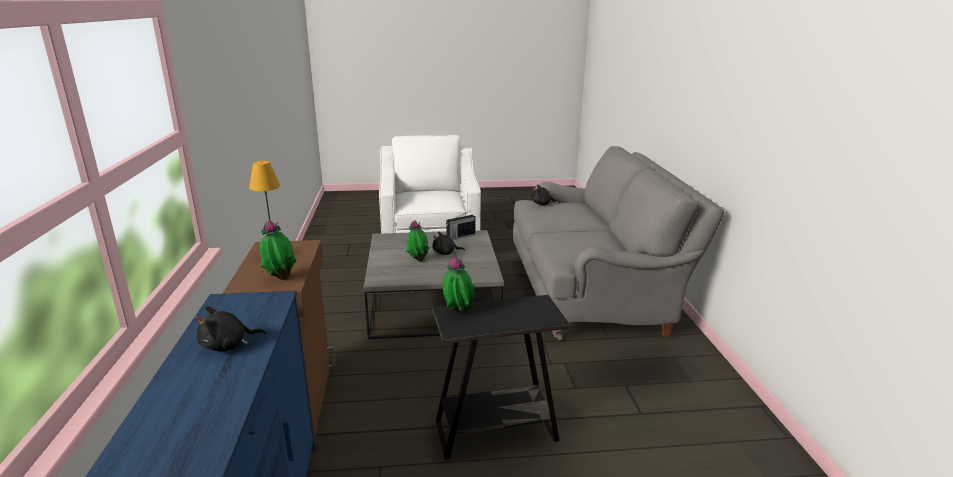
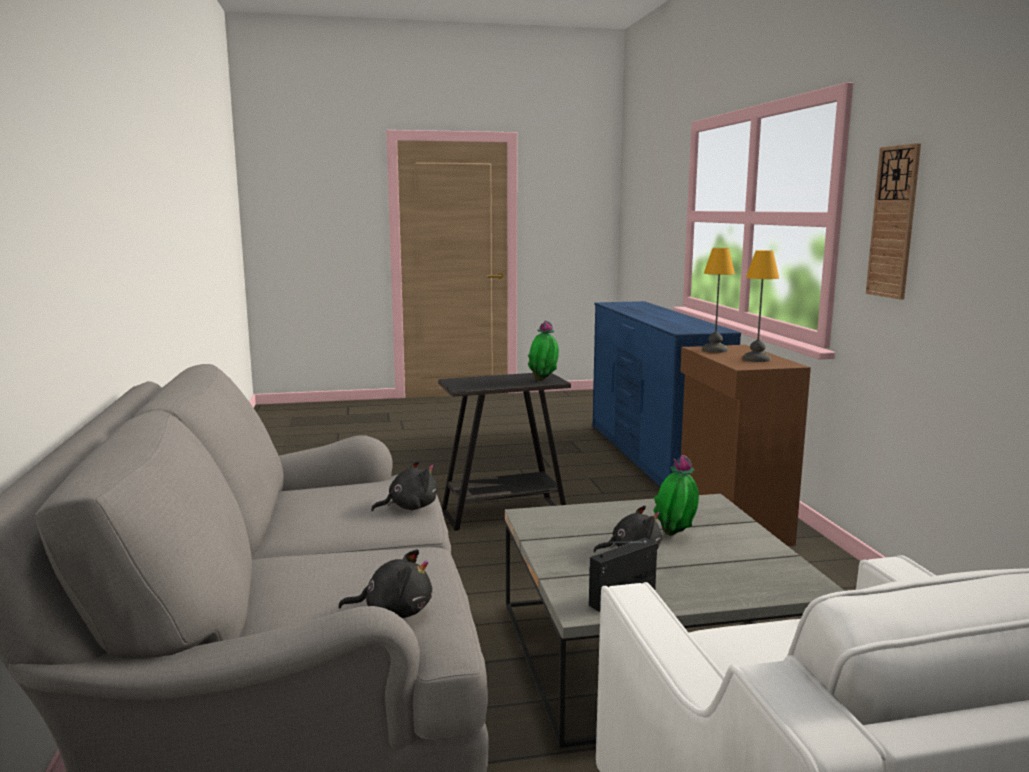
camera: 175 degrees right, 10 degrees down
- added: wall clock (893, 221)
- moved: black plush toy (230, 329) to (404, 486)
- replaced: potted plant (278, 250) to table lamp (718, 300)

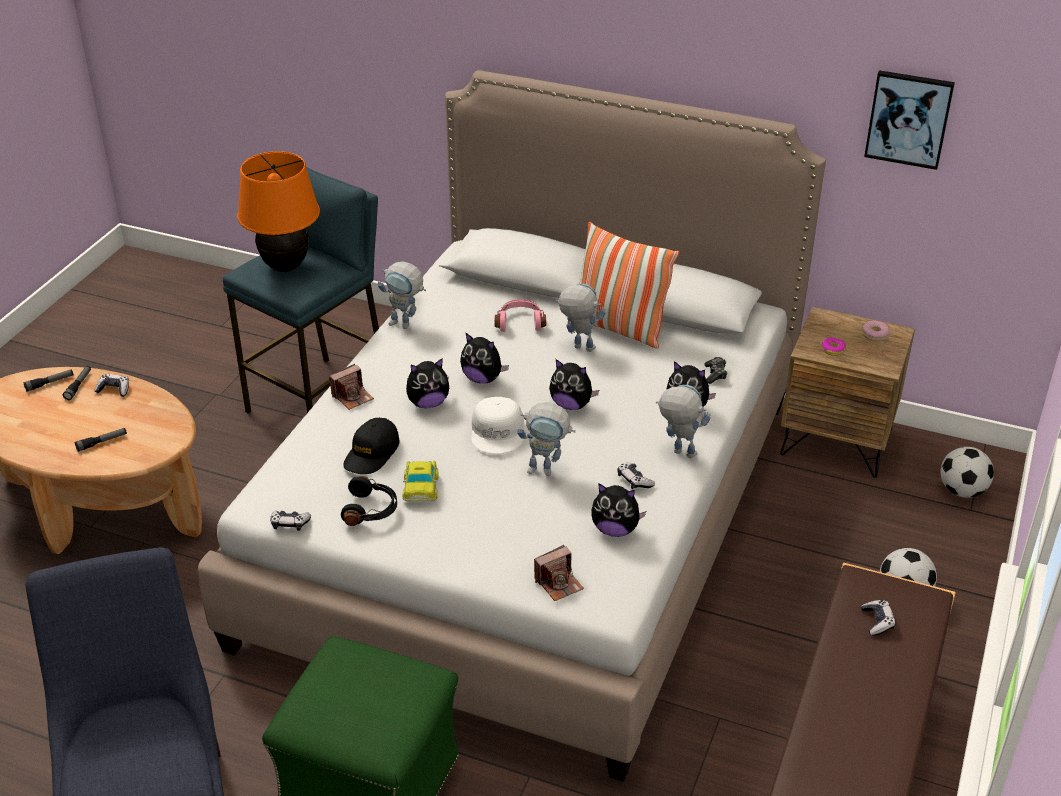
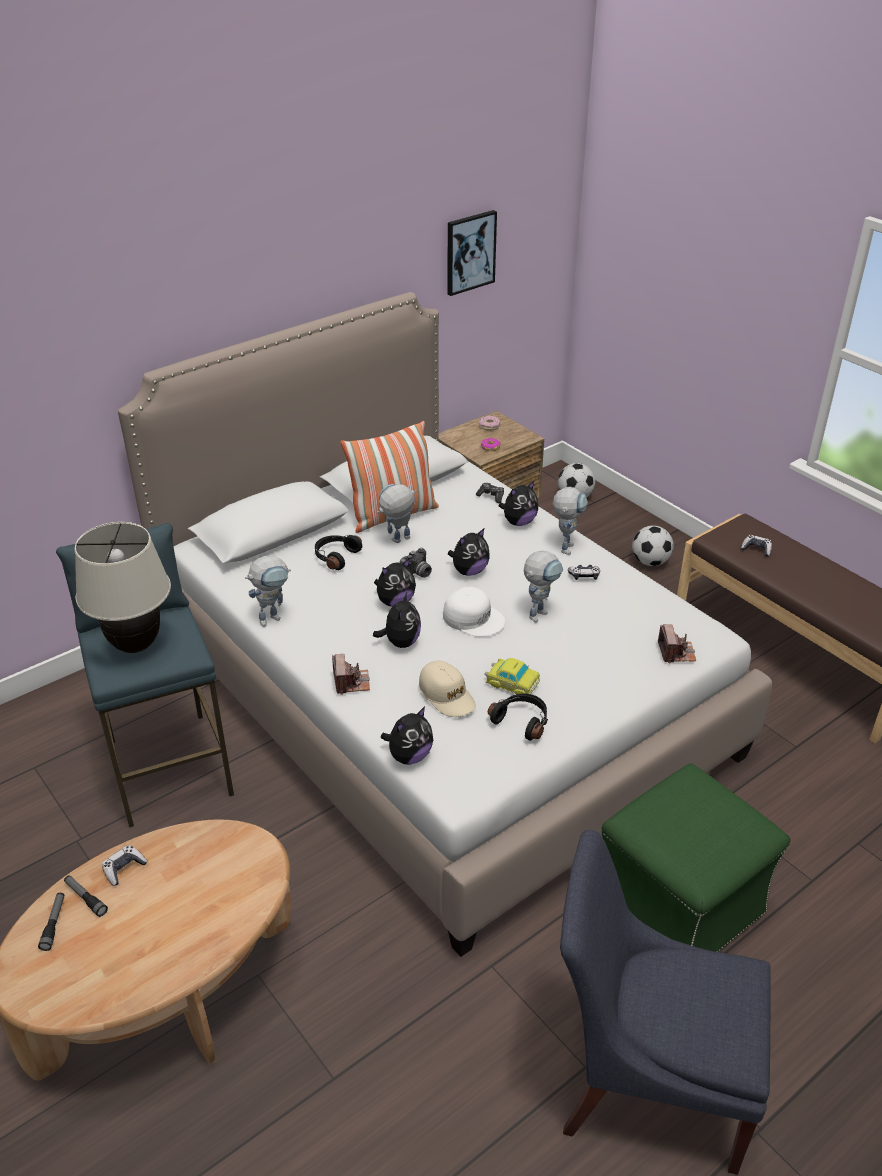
camera: 60 degrees left, 0 degrees up
- removed: flashlight (101, 440)
- removed: game controller (290, 521)
- added: photo camera (415, 563)
- moved: plush toy (618, 510) to (407, 736)
- recoloured: orange table lamp (278, 211) to beige table lamp (122, 587)
- recoloured: black cap (371, 446) to beige cap (447, 689)
- recoloured: pink headphones (520, 315) to black headphones (338, 552)
- turned: toy robot (683, 421) = (570, 521) 135 degrees clockwise

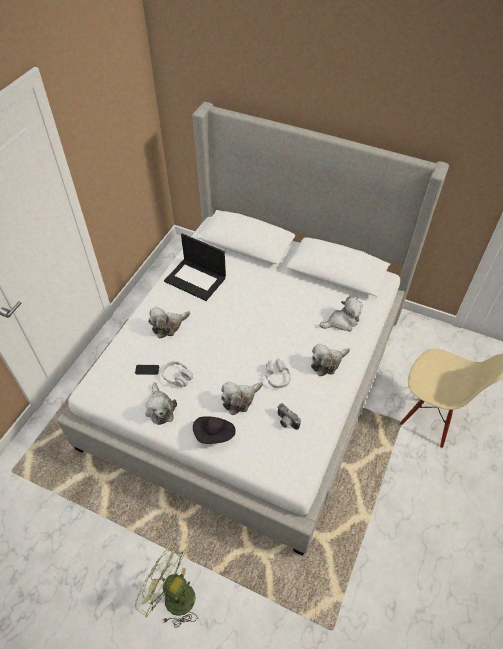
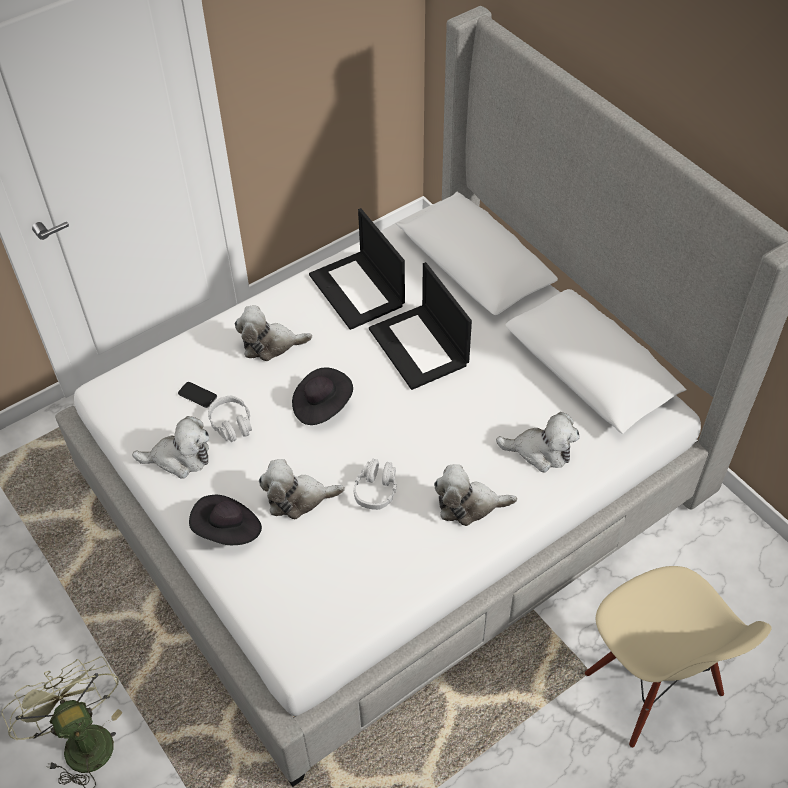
camera: 30 degrees right, 0 degrees up
- removed: photo camera (289, 416)
- added: black hat (322, 396)
- added: laptop (420, 326)
- turned: plush toy (161, 403) = (170, 447) 105 degrees counterclockwise

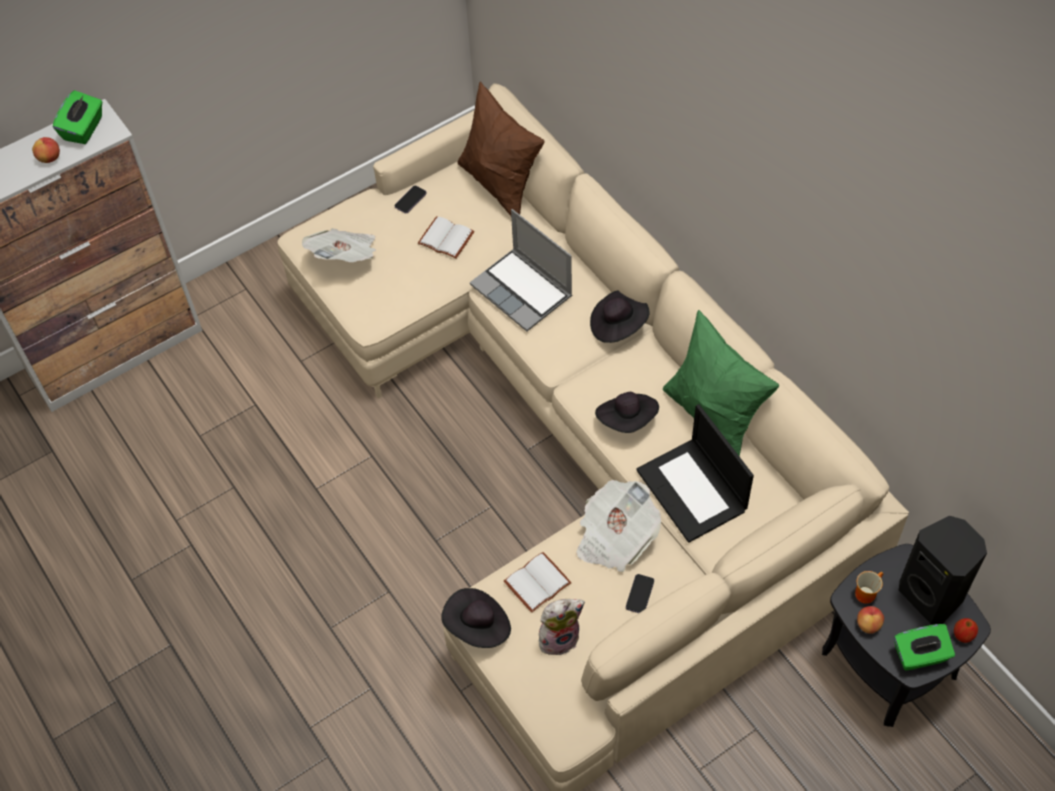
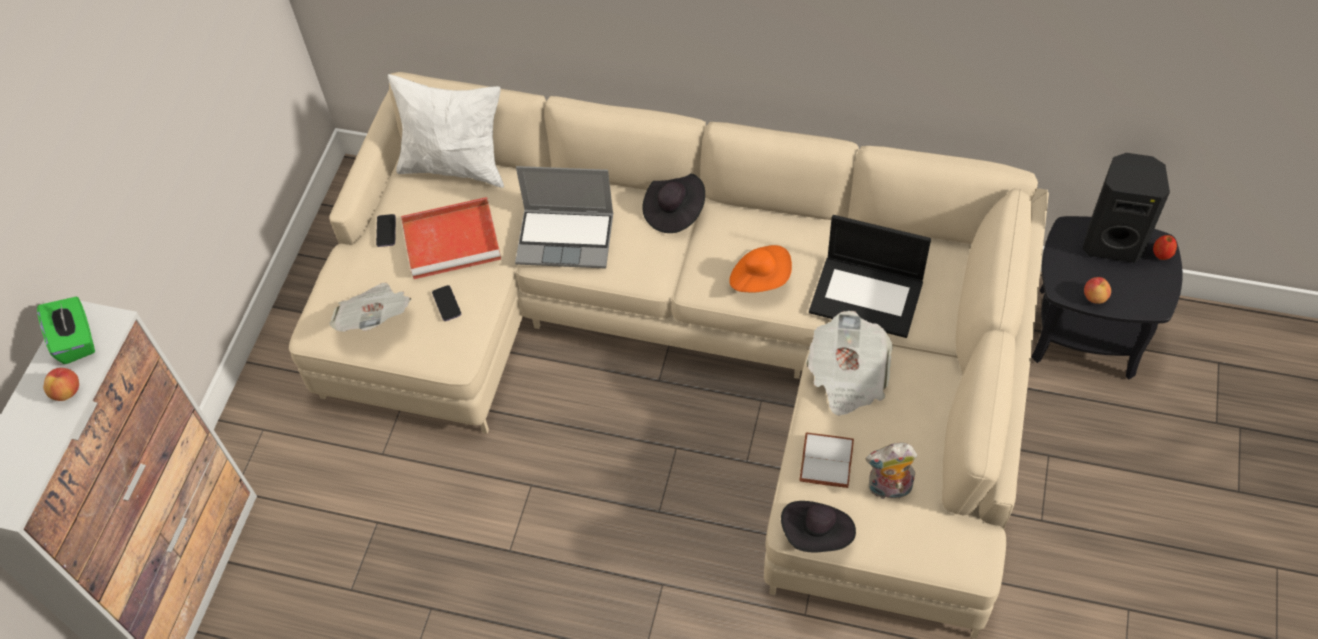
camera: 40 degrees left, 0 degrees up
- removed: green pillow (721, 383)
- removed: mug (869, 587)
- removed: green tissue box (924, 647)
- moved: phone (640, 593) to (446, 303)
- replaced: white book (446, 237) to red tray (451, 238)
- recoloured: brown pillow (500, 149) to white pillow (446, 131)
- recoloured: black hat (627, 412) to orange hat (760, 269)
- turned: plush toy (562, 627) = (891, 472) 120 degrees counterclockwise

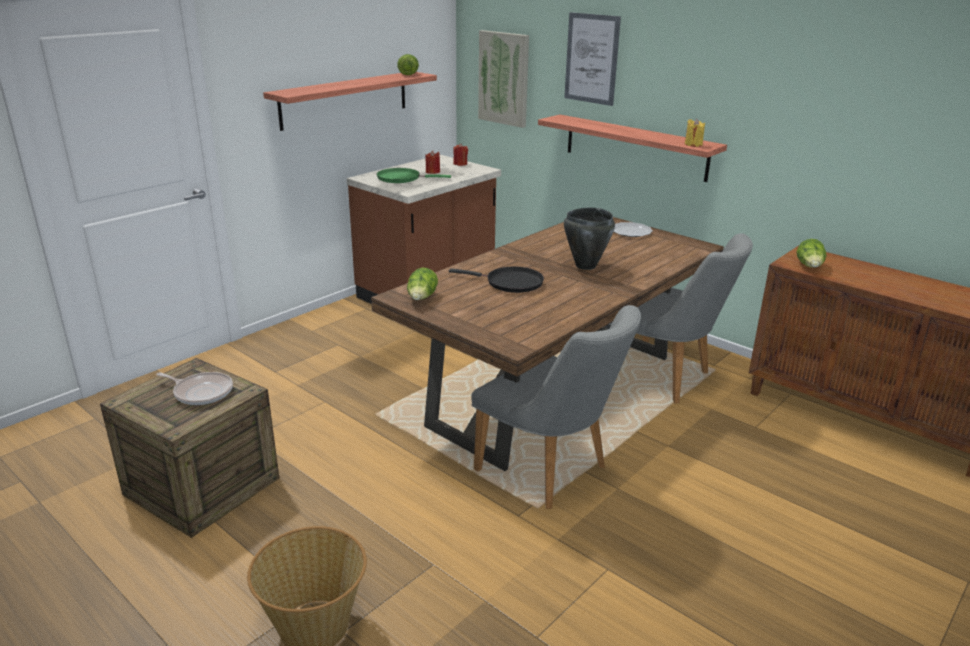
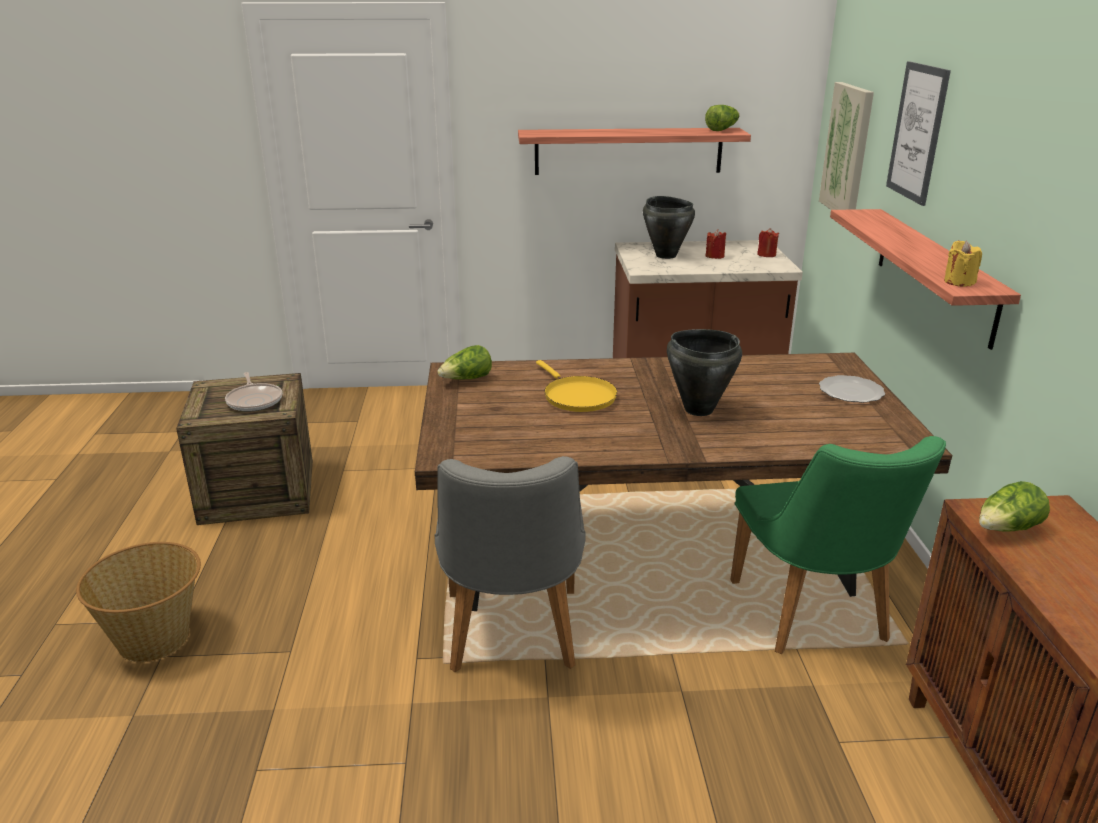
camera: 45 degrees right, 0 degrees up
- replaced: green frying pan (414, 175) to black cooking pot (669, 227)
- recoloured: black frying pan (496, 280) to yellow frying pan (577, 386)
- recoloured: grey chair (681, 318) to green chair (838, 545)

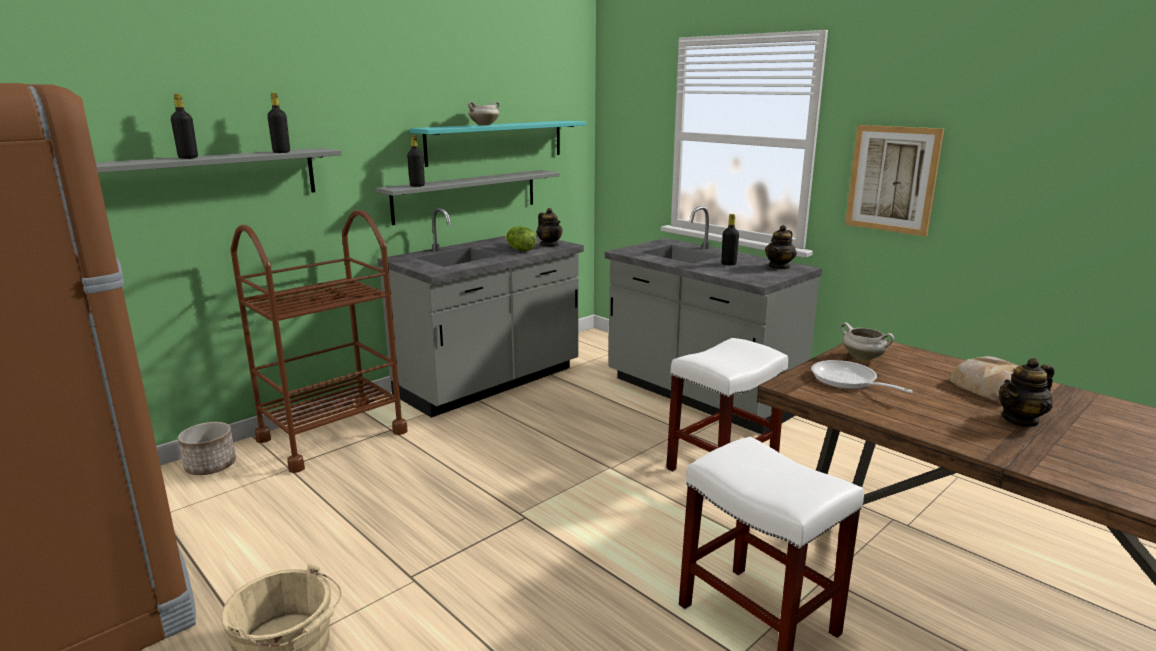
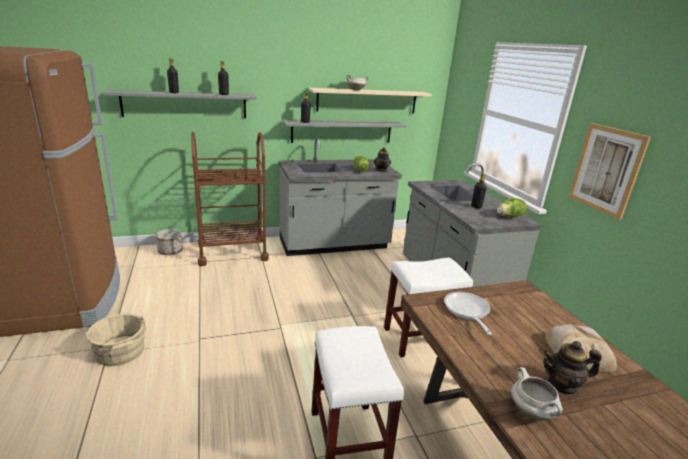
camera: 25 degrees right, 5 degrees up
- moved: white cooking pot (867, 342) to (537, 393)
- replaced: teapot (781, 247) to lettuce (512, 208)
- recoloured: turquoise shelf (498, 144) to beige shelf (370, 101)

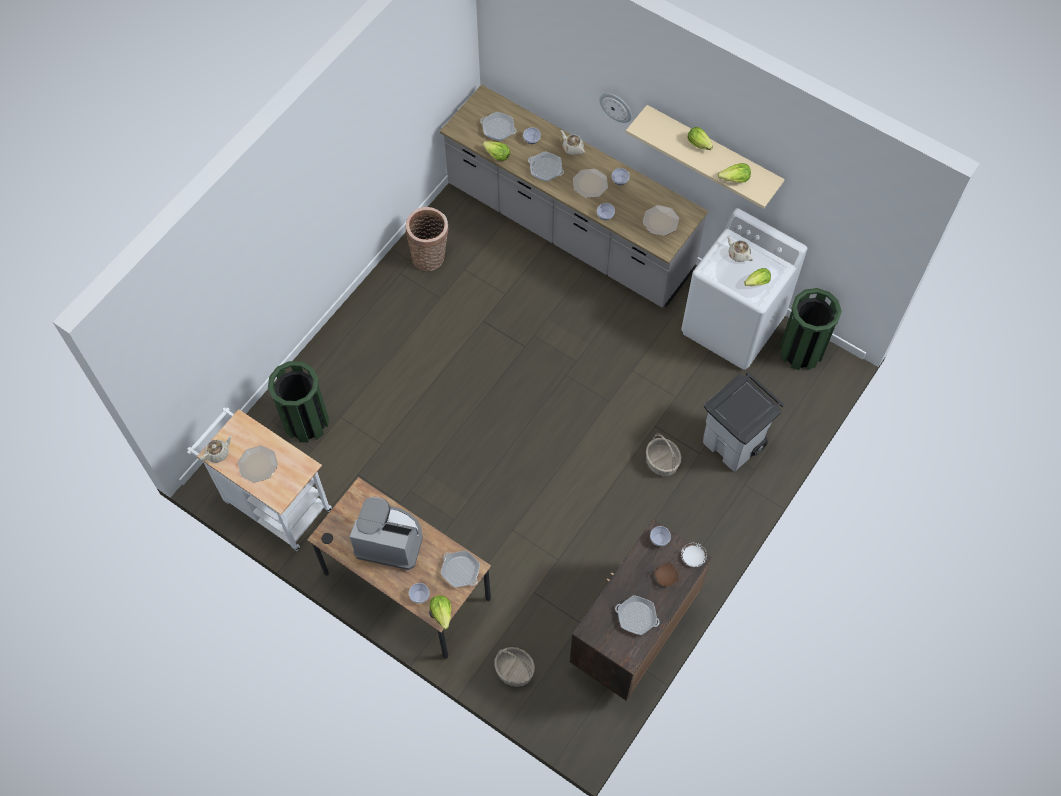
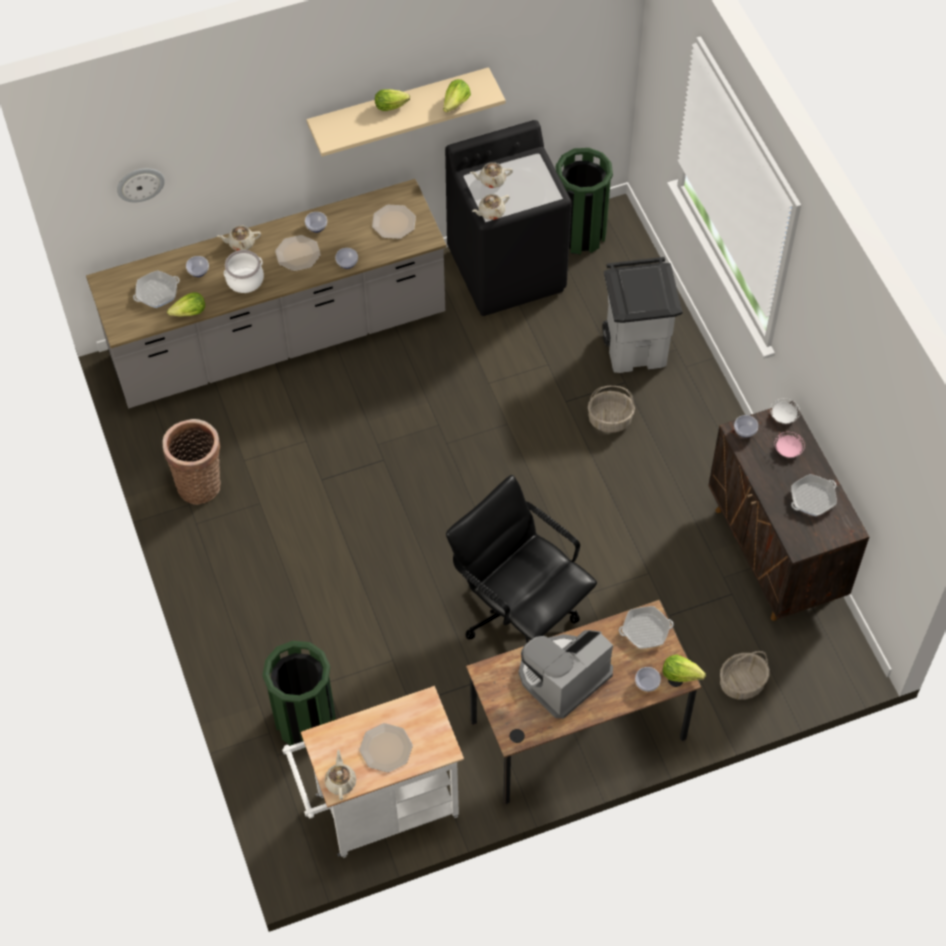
camera: 55 degrees left, 5 degrees down
- removed: lettuce (757, 277)
- added: black office chair (521, 559)
- added: beige teapot (490, 207)
- moved: wall clock (615, 108) to (141, 185)
- replaced: frying pan (546, 166) to cooking pot (244, 271)
- recoloured: brown plate (667, 574) to pink plate (789, 445)
- recoloured: white washing machine (744, 289) to black washing machine (508, 218)

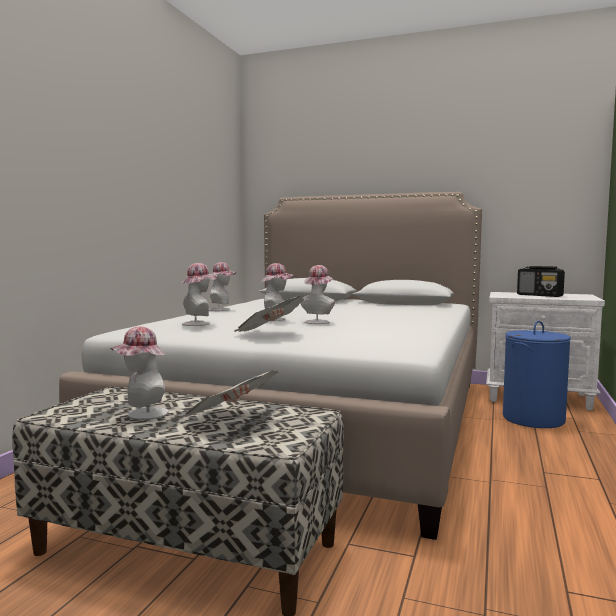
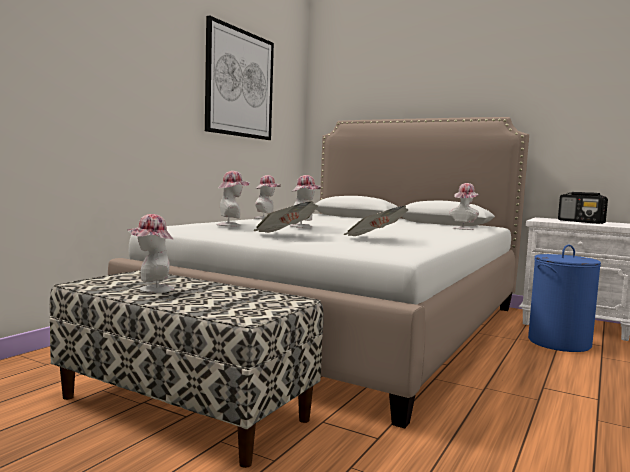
camera: 10 degrees right, 0 degrees up
- added: picture (239, 78)
- moved: newspaper (230, 393) to (376, 220)
- moved: hat (317, 294) to (464, 206)

